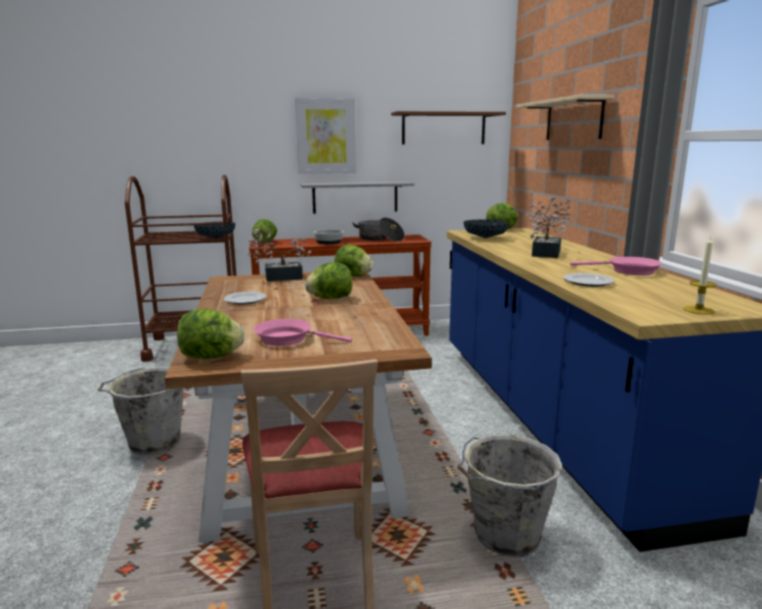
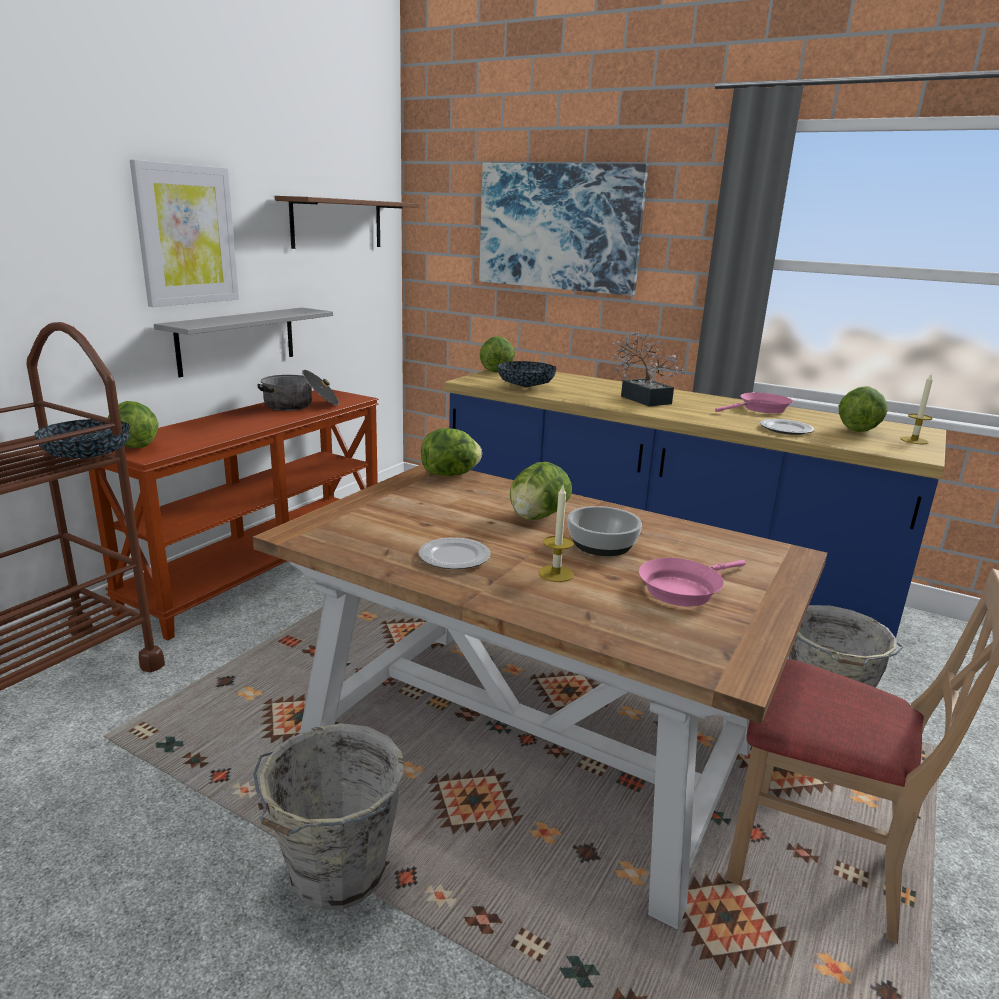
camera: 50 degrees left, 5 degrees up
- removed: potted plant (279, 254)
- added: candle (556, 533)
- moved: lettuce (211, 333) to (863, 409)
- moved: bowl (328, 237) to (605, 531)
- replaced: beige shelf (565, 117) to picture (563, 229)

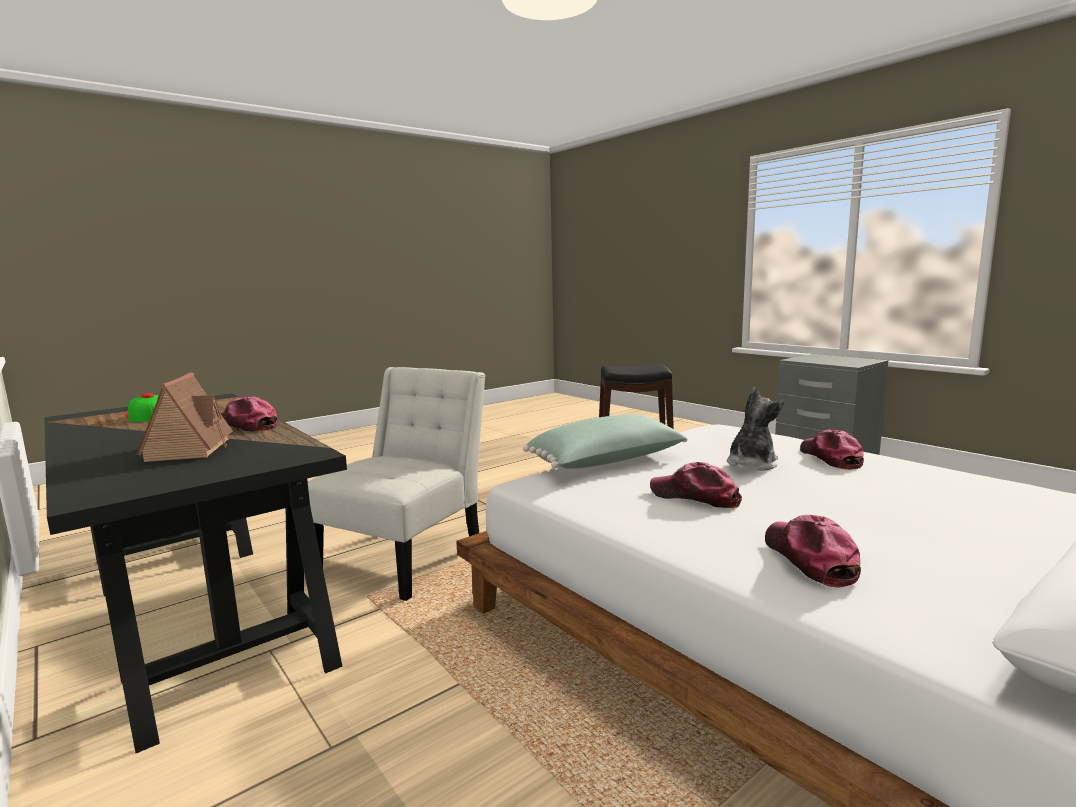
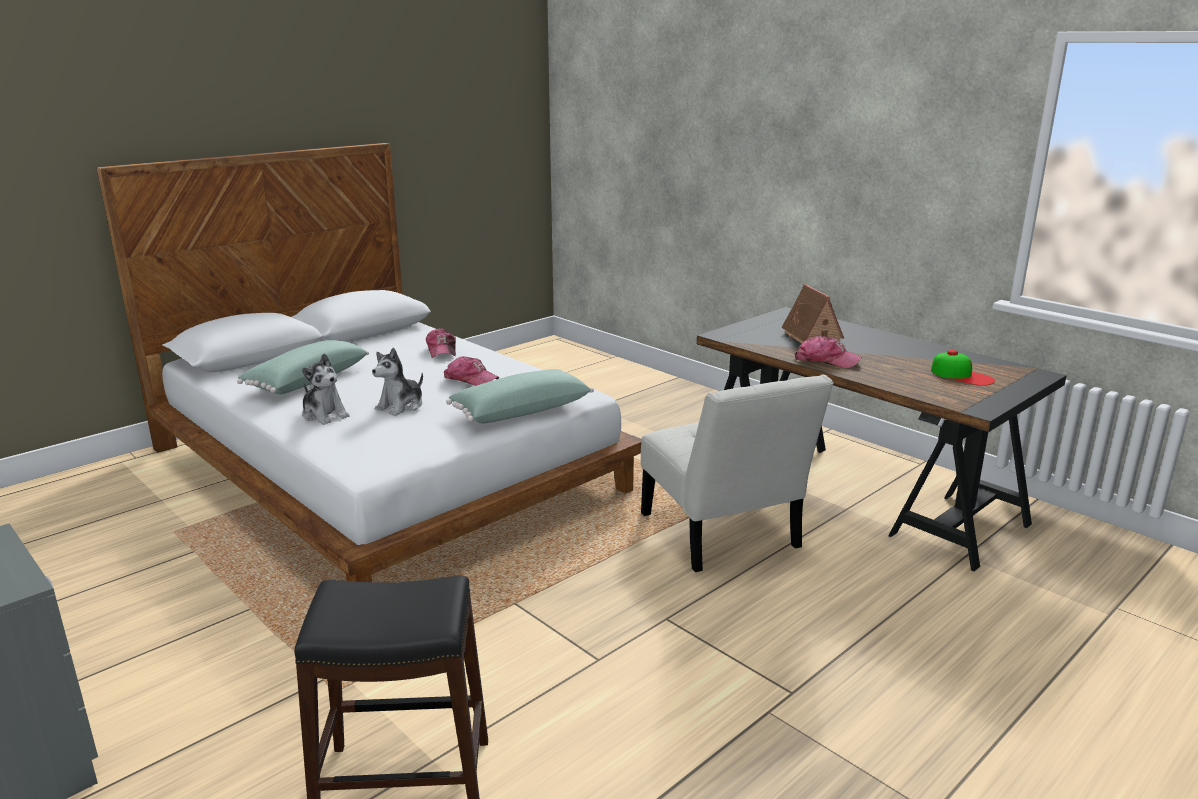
camera: 175 degrees right, 10 degrees up
- added: green pillow (303, 367)
- replaced: cap (832, 450) to plush toy (326, 389)
- turned: white chair (397, 484) = (737, 473) 45 degrees counterclockwise

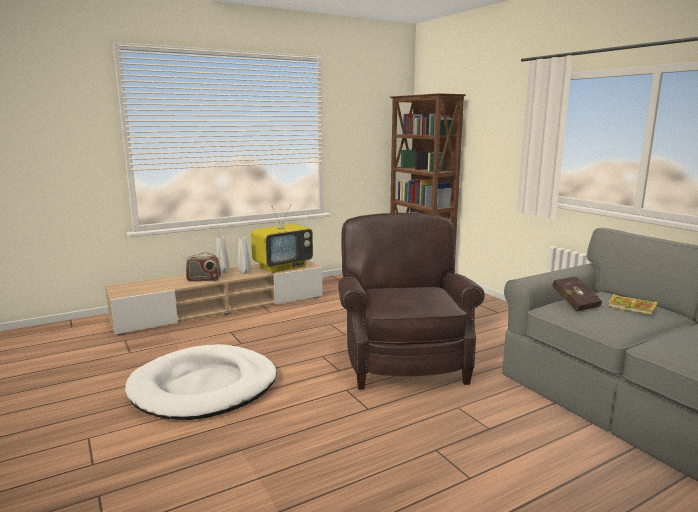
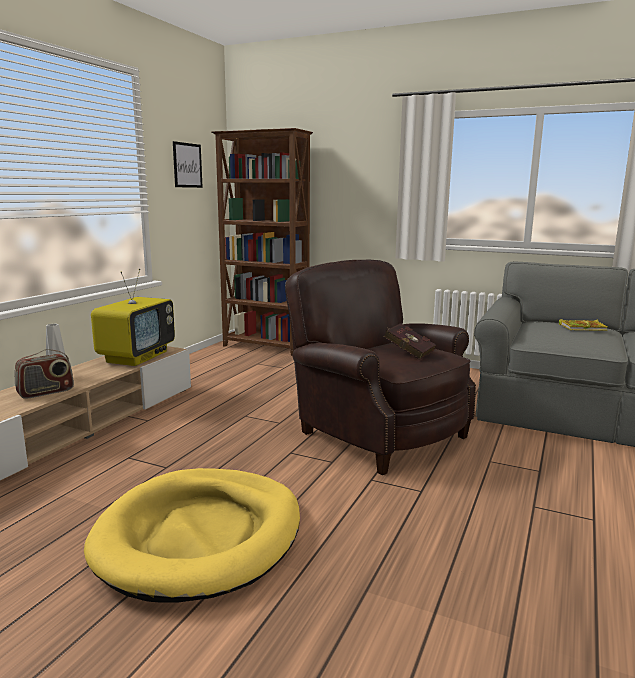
camera: 35 degrees left, 0 degrees up
- removed: grey vase (244, 255)
- added: picture (188, 164)
- moved: red book (577, 293) to (410, 341)
- recoloured: white dog bed (201, 382) to yellow dog bed (192, 535)

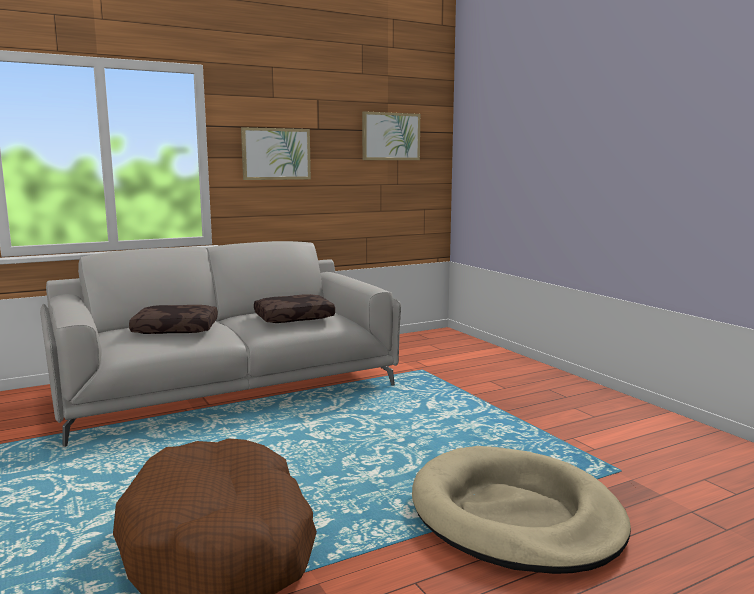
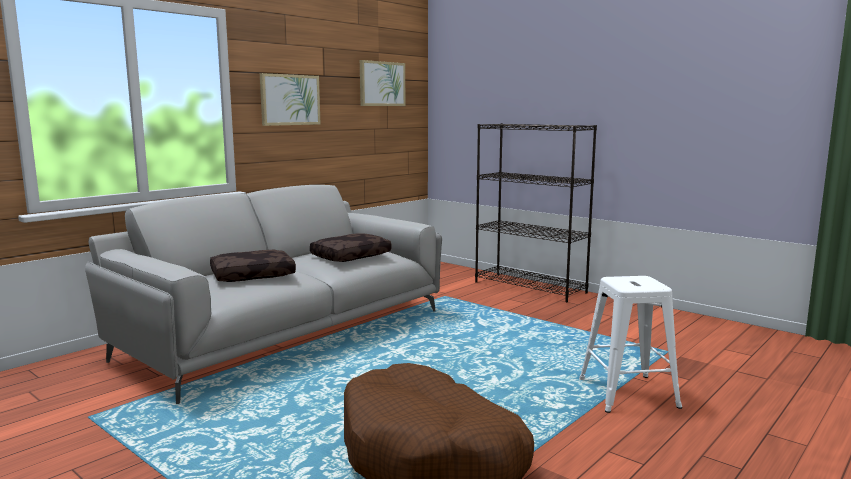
camera: 20 degrees left, 0 degrees up
- added: black bookcase (536, 212)
- replaced: beige dog bed (521, 510) to white stool (630, 344)

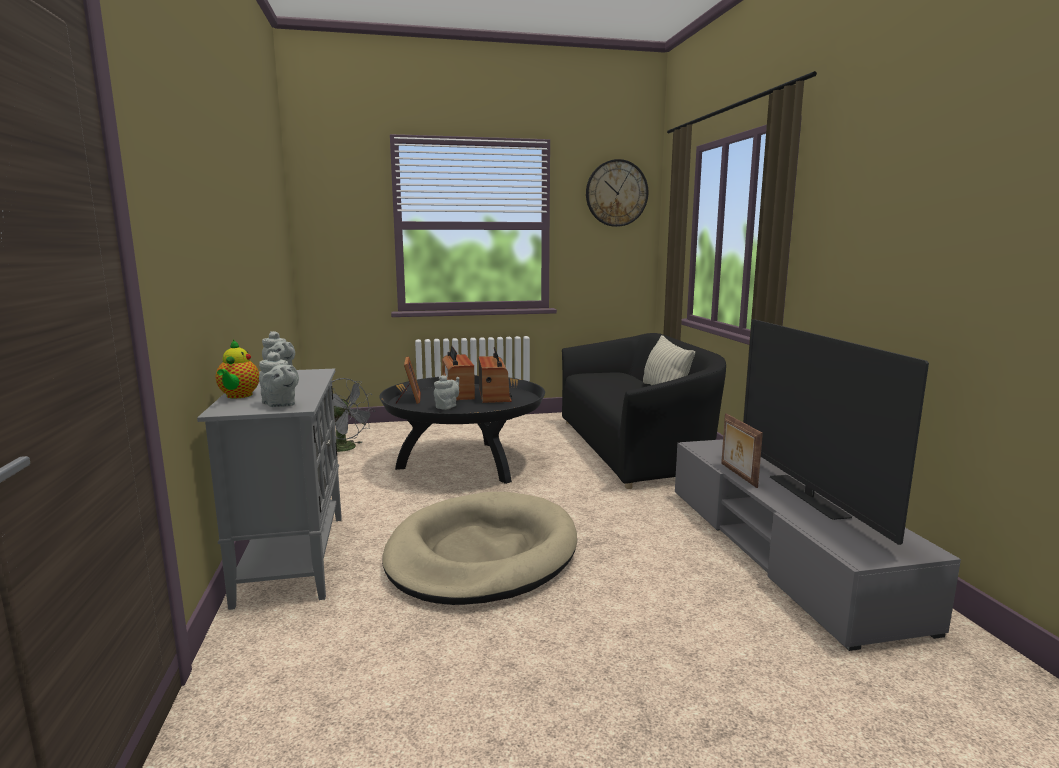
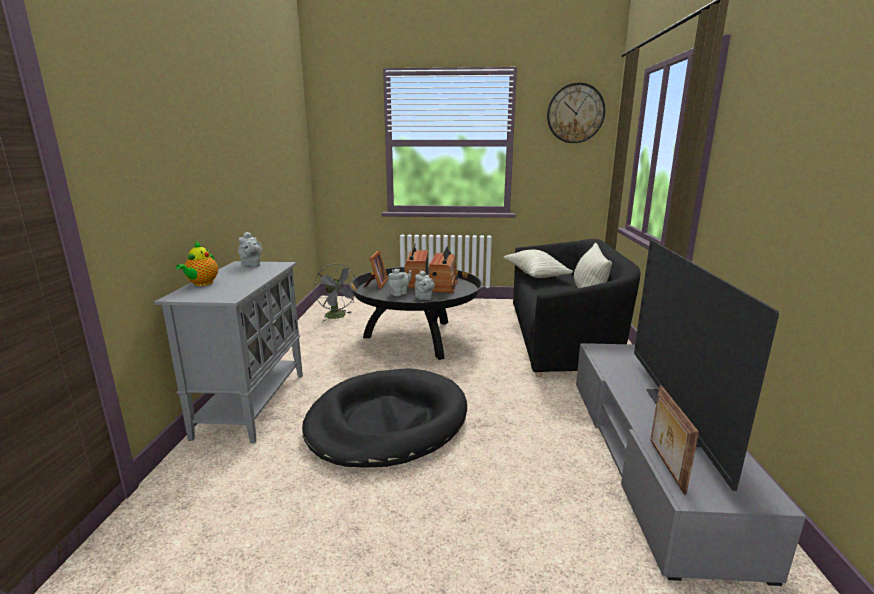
camera: 15 degrees right, 5 degrees up
- added: pillow (538, 264)
- moved: grey teapot (279, 379) to (424, 285)
- moved: picture frame (742, 450) to (675, 440)
- recoloured: beige dog bed (479, 548) to black dog bed (384, 418)

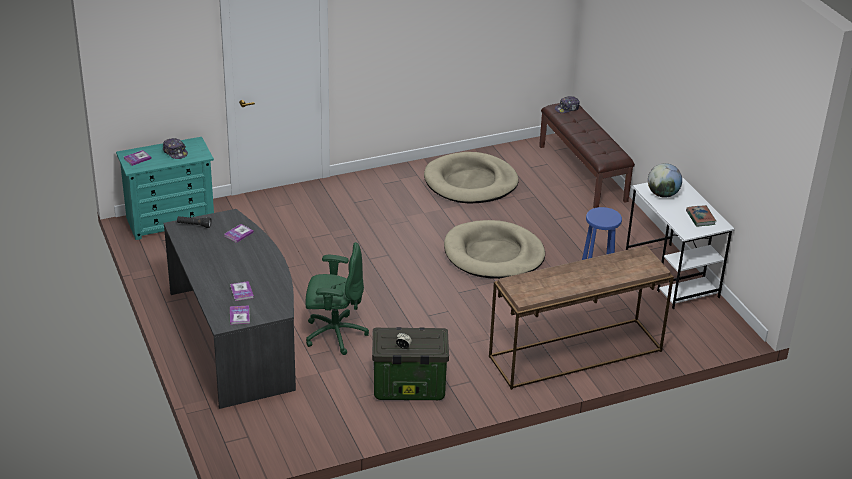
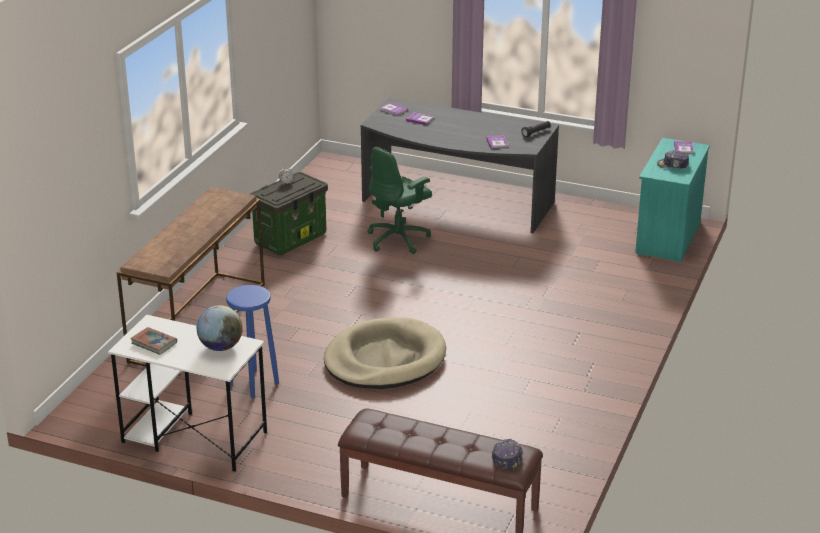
camera: 135 degrees right, 5 degrees down
- removed: beige dog bed (471, 178)

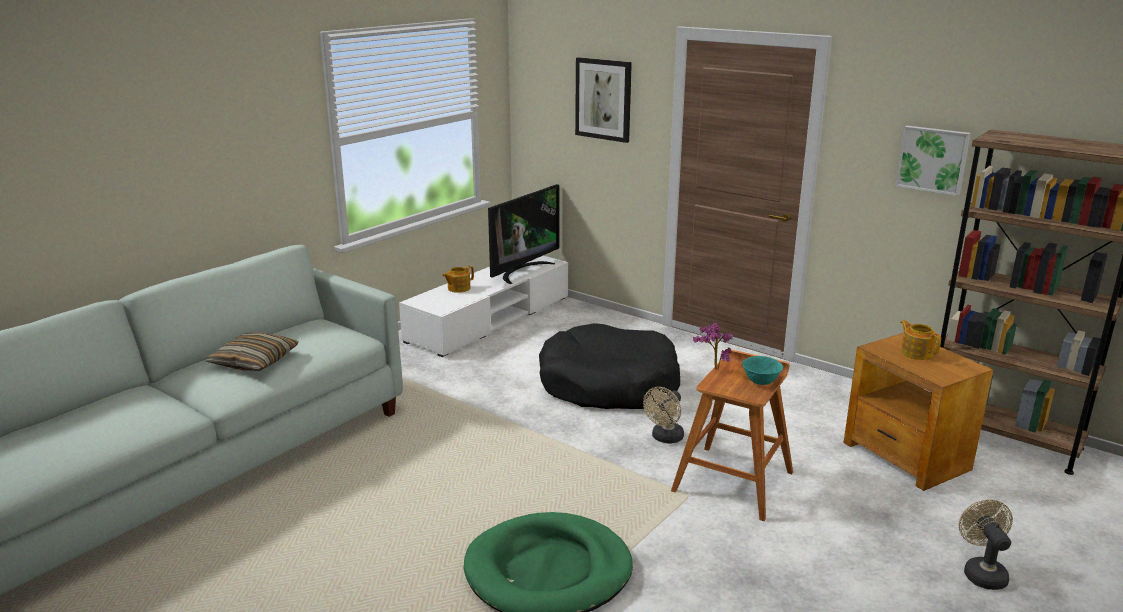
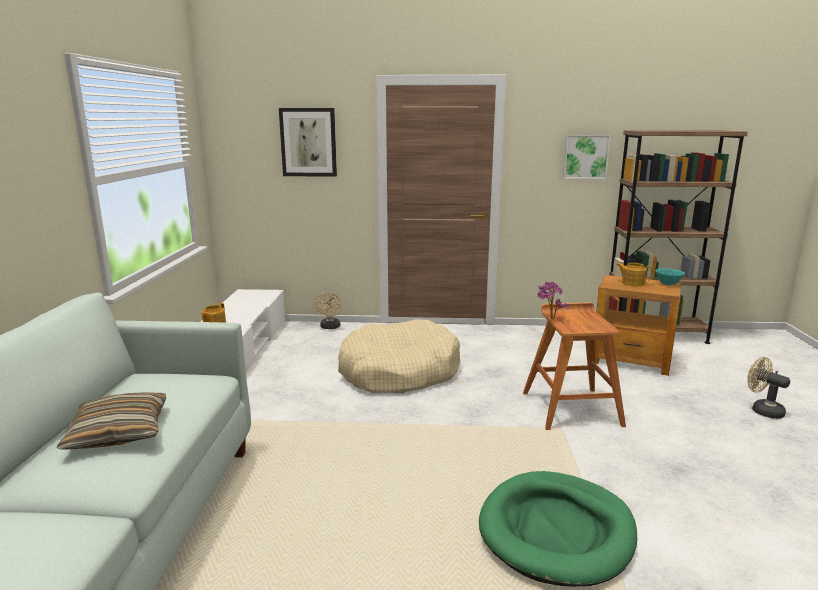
camera: 35 degrees left, 5 degrees down
- removed: television (523, 234)
- moved: beige fan (663, 415) to (327, 310)
- moved: turquoise bowl (762, 370) to (670, 276)
- recoloured: black dog bed (609, 366) to beige dog bed (399, 356)

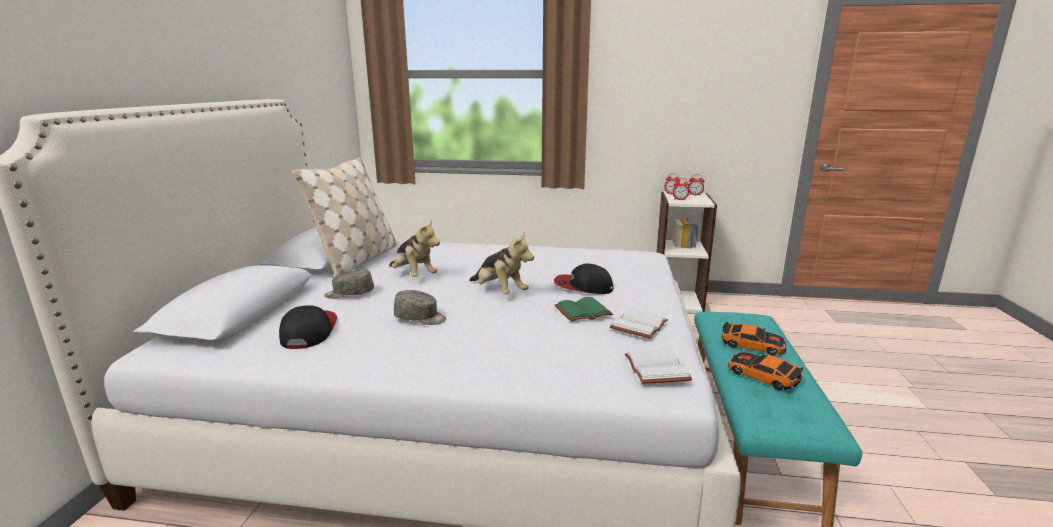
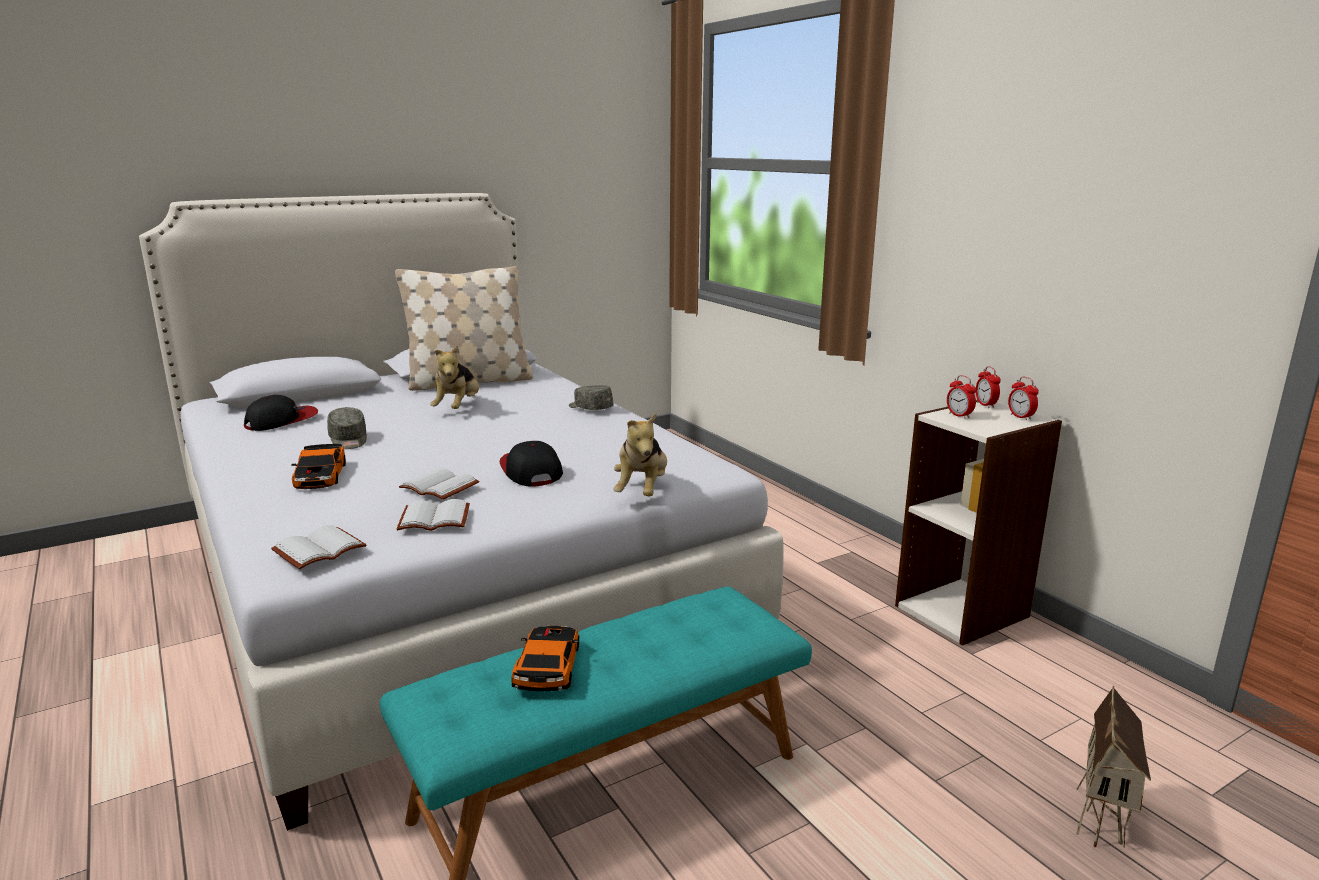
camera: 50 degrees right, 0 degrees up
- added: toy house (1113, 767)
- moved: grey cap (349, 284) to (591, 397)
- moved: plush toy (501, 263) to (640, 455)
- moved: toy car (753, 338) to (318, 466)
- recoloured: green book (584, 309) to white book (439, 484)

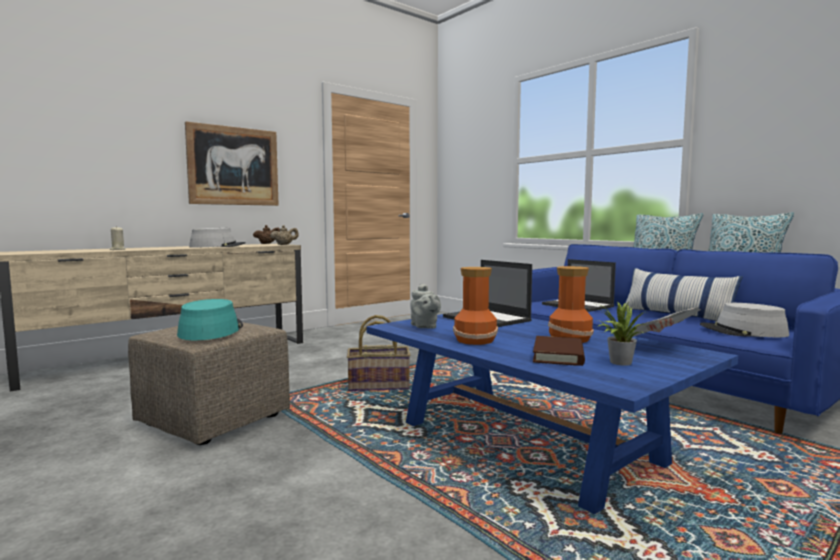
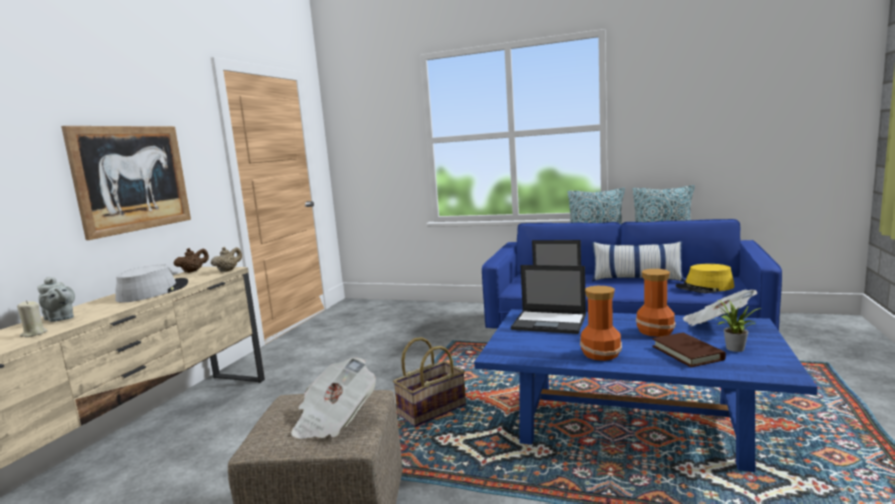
camera: 30 degrees left, 5 degrees up
- moved: grey teapot (425, 306) to (56, 299)
- replaced: turquoise hat (210, 319) to newspaper (333, 398)
- recoloured: grey hat (744, 320) to yellow hat (704, 278)

